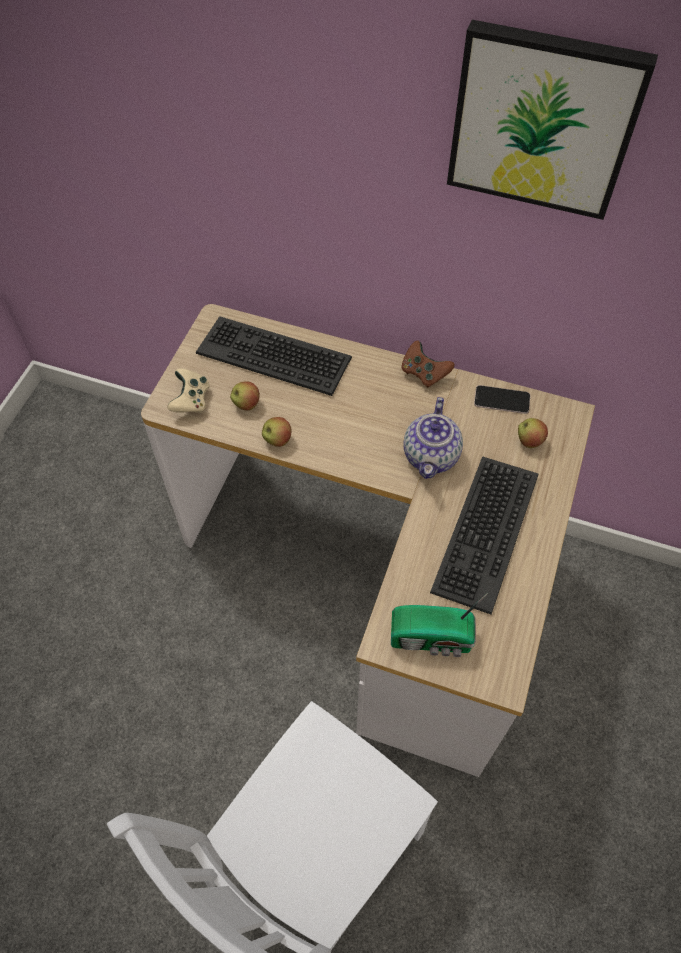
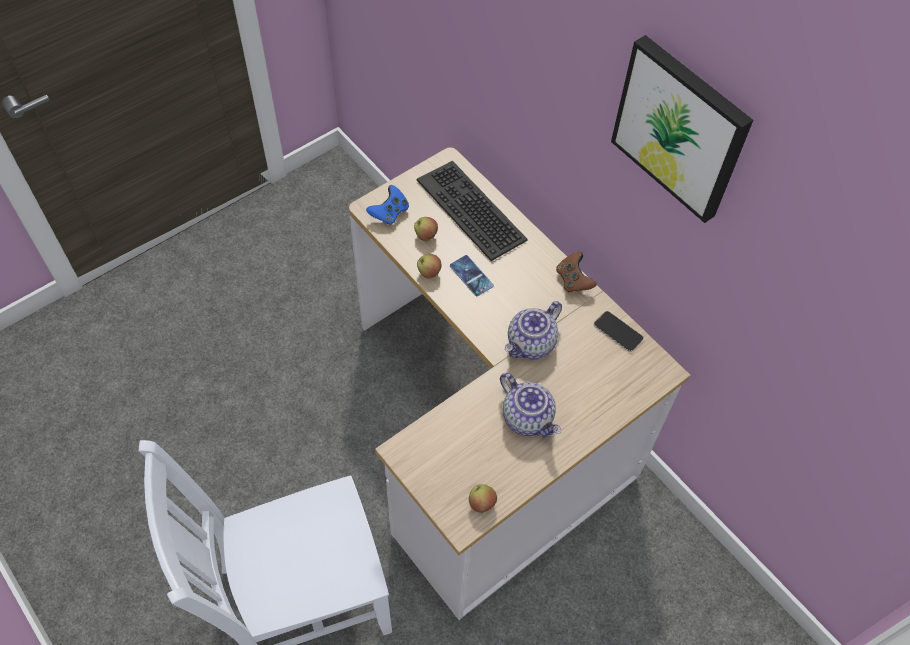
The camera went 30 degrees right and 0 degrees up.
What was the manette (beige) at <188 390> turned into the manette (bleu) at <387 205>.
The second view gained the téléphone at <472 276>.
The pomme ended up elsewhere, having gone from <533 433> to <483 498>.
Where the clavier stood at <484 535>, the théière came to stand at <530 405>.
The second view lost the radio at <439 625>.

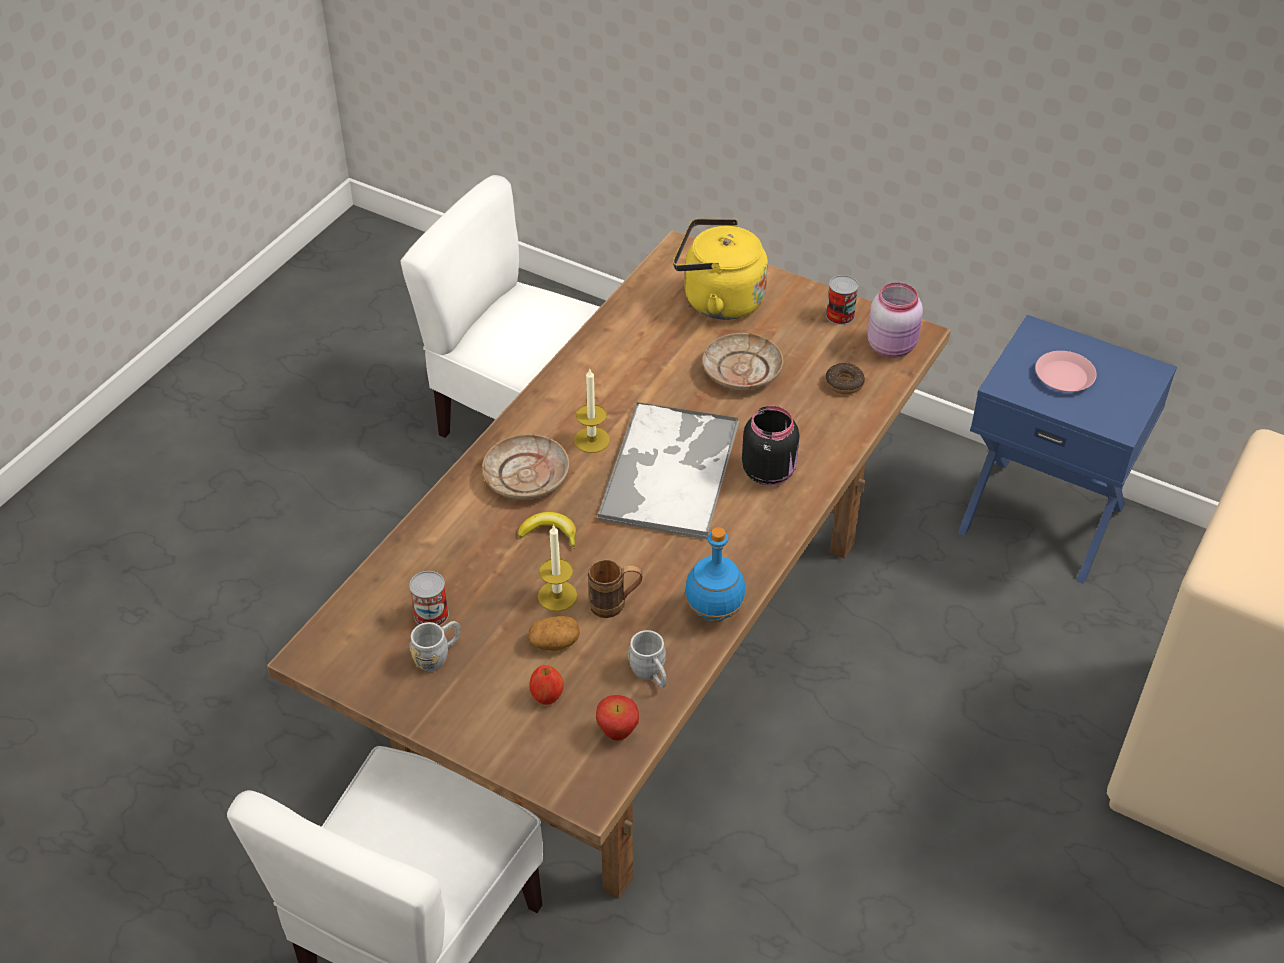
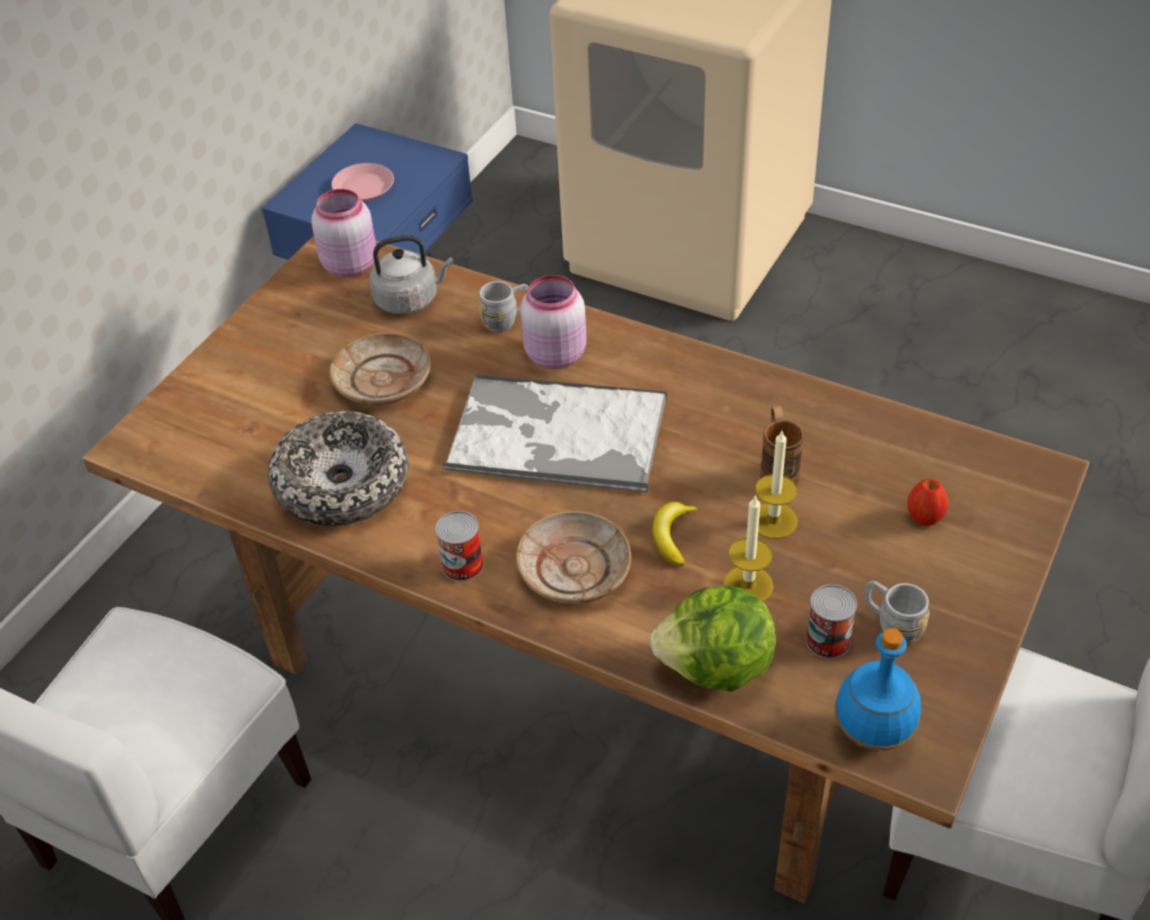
The camera went 90 degrees left and 0 degrees up.
The second view gained the bol at <338 468>.
Where the beignet stood at <845 378>, the bouilloire (gris) came to stand at <411 274>.
The boîte métallique ended up elsewhere, having gone from <842 300> to <459 546>.
The mug (gris) ended up elsewhere, having gone from <647 659> to <503 306>.
What was the bocal (noir) at <770 446> turned into the bocal (rose) at <553 322>.
The second view gained the laitue at <713 638>.
The bougie ended up elsewhere, having gone from <592 411> to <748 548>.
The bouteille (bleu) ended up elsewhere, having gone from <715 574> to <878 690>.
The second view lost the pomme de terre at <554 633>.
The second view lost the pomme at <617 718>.
The second view lost the bouilloire (jaune) at <720 269>.

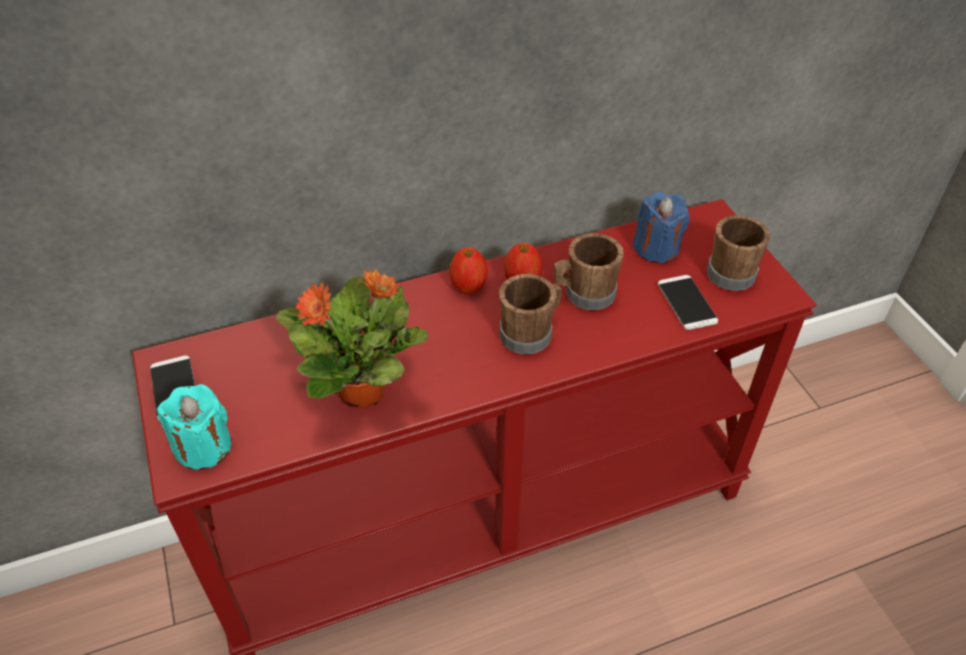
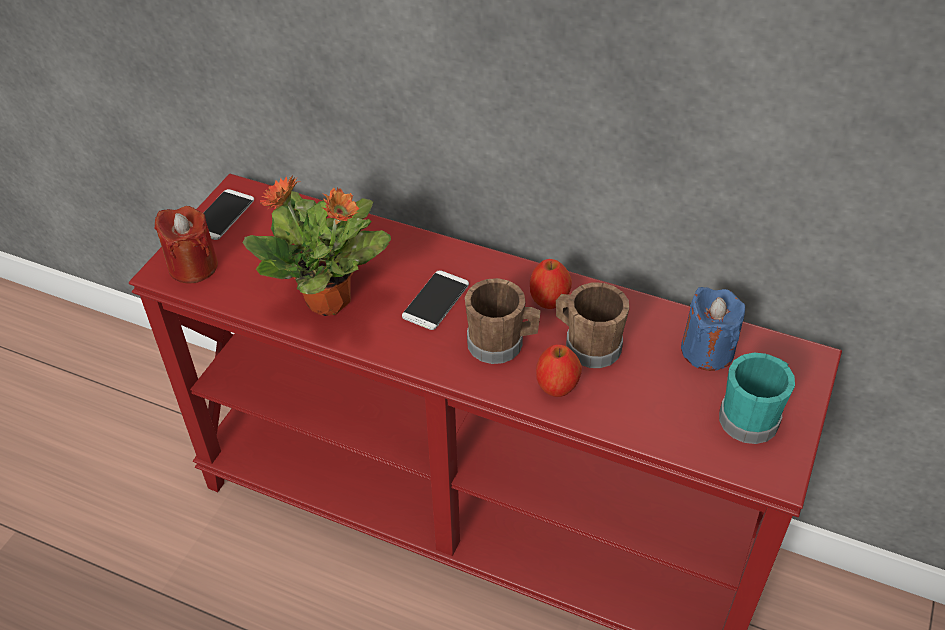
The camera went 45 degrees right and 0 degrees up.
What was the bougie (turquoise) at <194 427> turned into the bougie (rouge) at <186 244>.
The téléphone ended up elsewhere, having gone from <688 302> to <435 300>.
The pomme ended up elsewhere, having gone from <468 270> to <559 371>.
What was the mug (marron) at <738 253> turned into the mug (turquoise) at <757 398>.

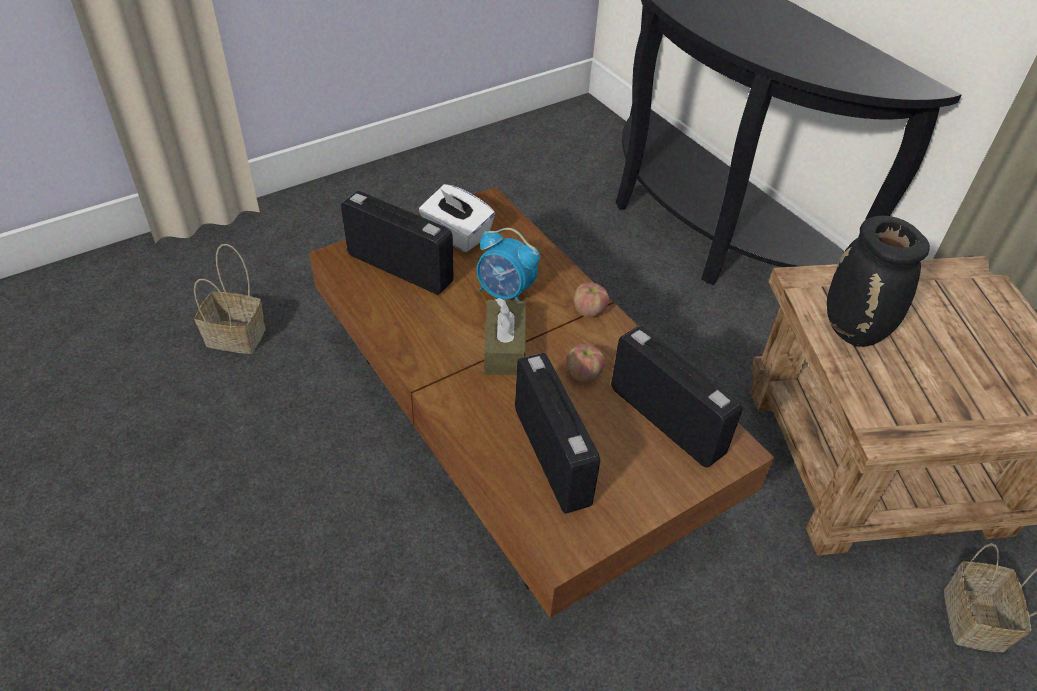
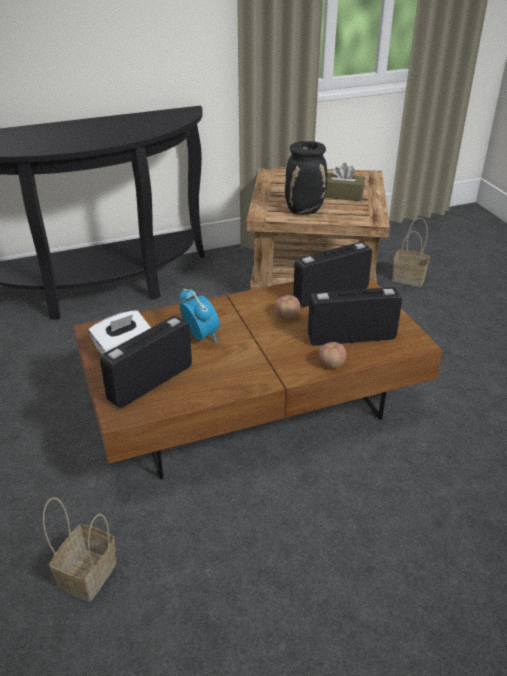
The camera went 75 degrees left and 10 degrees down.
The réveil at <508 264> ended up facing another way, 75 degrees counterclockwise from before.
The pomme ended up elsewhere, having gone from <591 300> to <332 355>.
The boîte à mouchoirs (marron) ended up elsewhere, having gone from <505 336> to <345 182>.

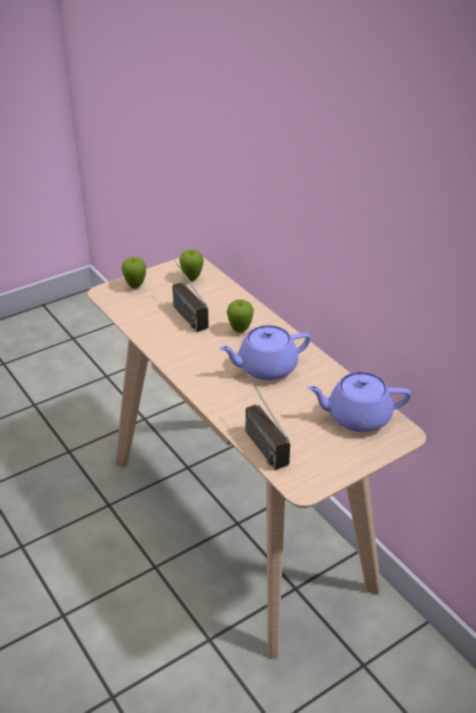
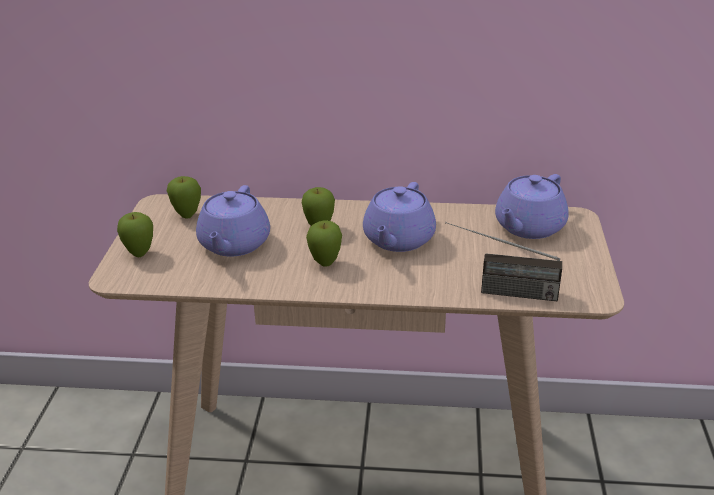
The camera went 50 degrees left and 5 degrees down.
Where the radio stood at <188 292>, the théière (violet) came to stand at <233 221>.
The second view gained the pomme at <324 243>.

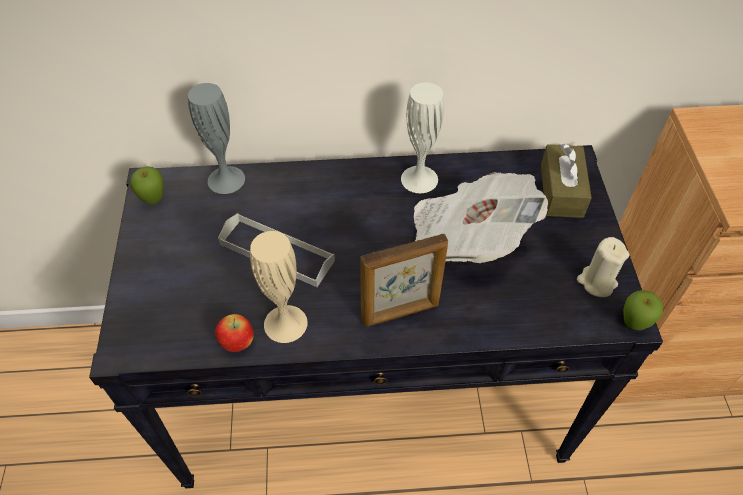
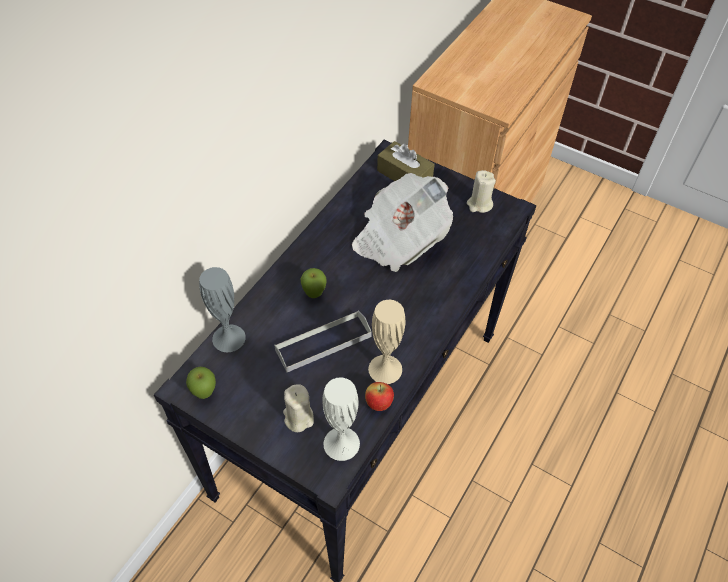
The camera went 55 degrees left and 0 degrees up.
The second view gained the bougie (beige) at <298 408>.
The pomme ended up elsewhere, having gone from <643 310> to <314 283>.
The vase (blanc) ended up elsewhere, having gone from <422 137> to <341 419>.
The second view lost the cadre photo at <404 280>.

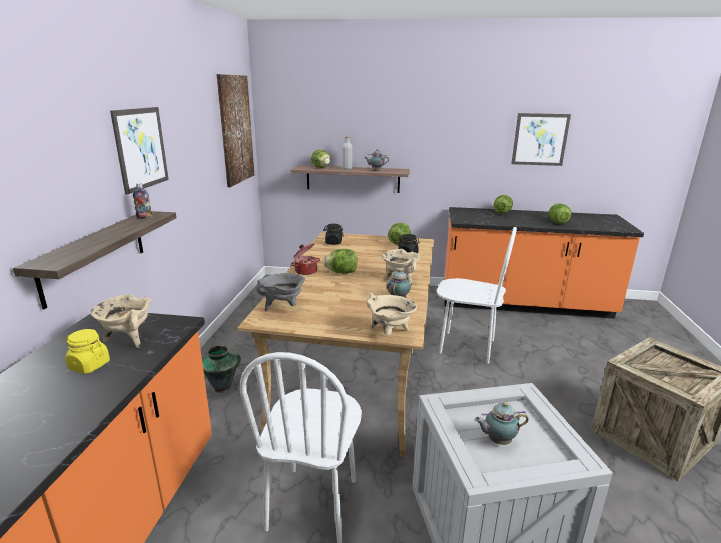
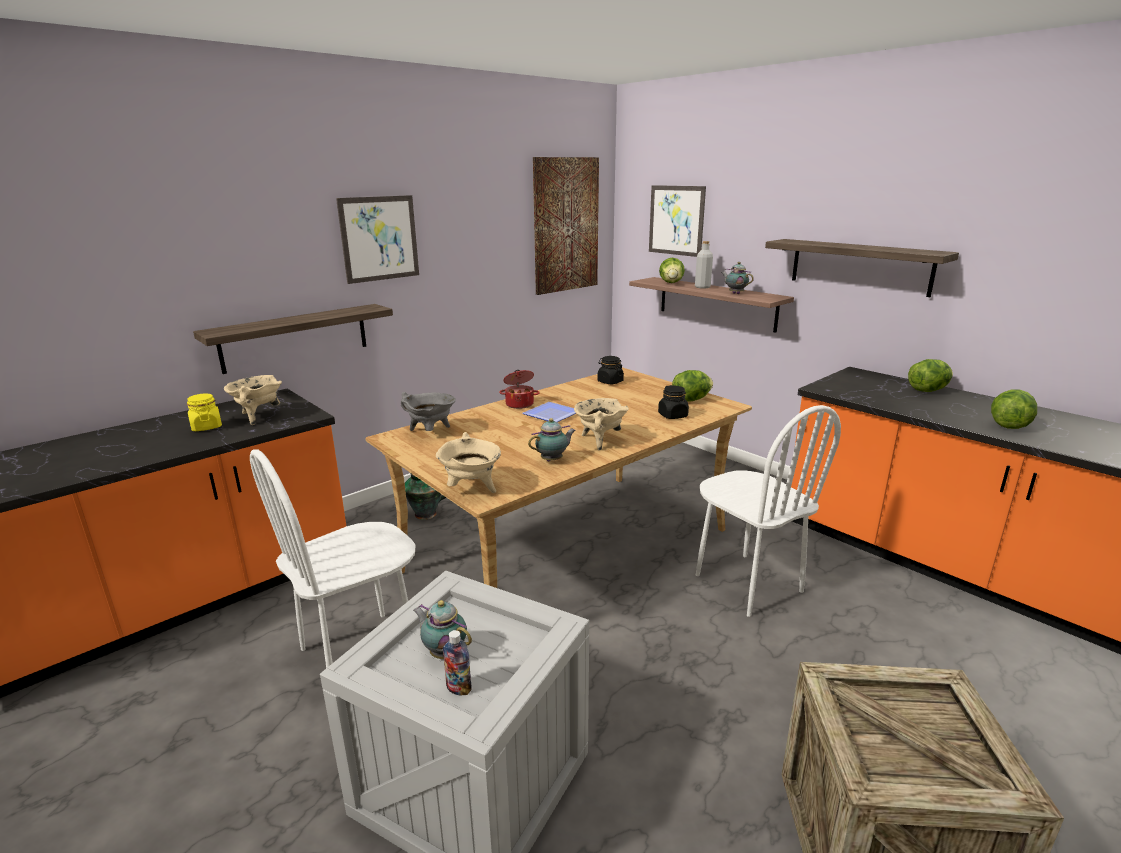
The camera went 40 degrees right and 0 degrees up.
The bouteille ended up elsewhere, having gone from <142 201> to <457 662>.
Where the laitue stood at <340 261>, the assiette came to stand at <549 412>.
The tableau ended up elsewhere, having gone from <541 139> to <677 221>.
The second view gained the étagère at <862 268>.

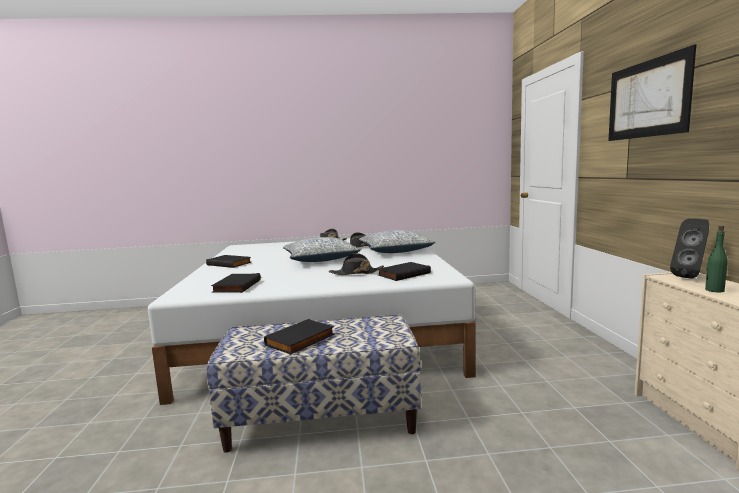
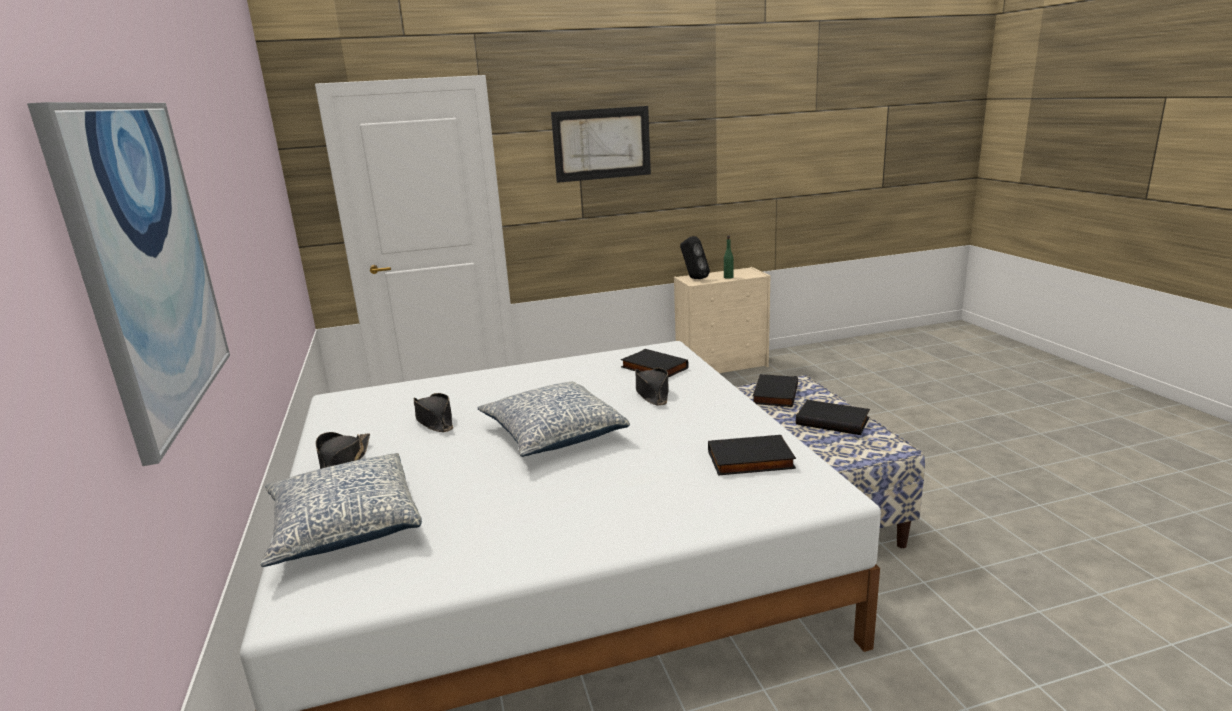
The camera went 100 degrees left and 10 degrees up.
The second view gained the tableau at <128 284>.
The coussin ended up elsewhere, having gone from <397 241> to <341 510>.
The livre (noir) ended up elsewhere, having gone from <228 261> to <775 390>.

